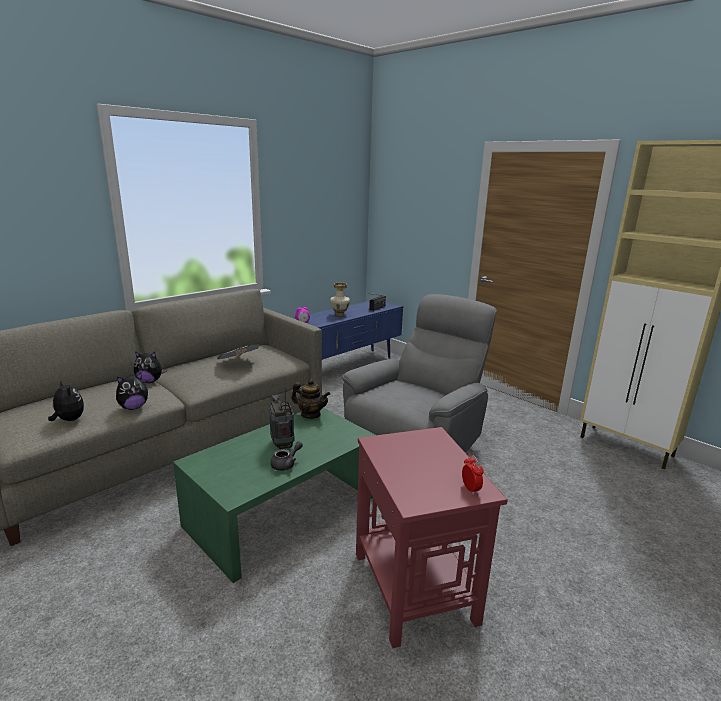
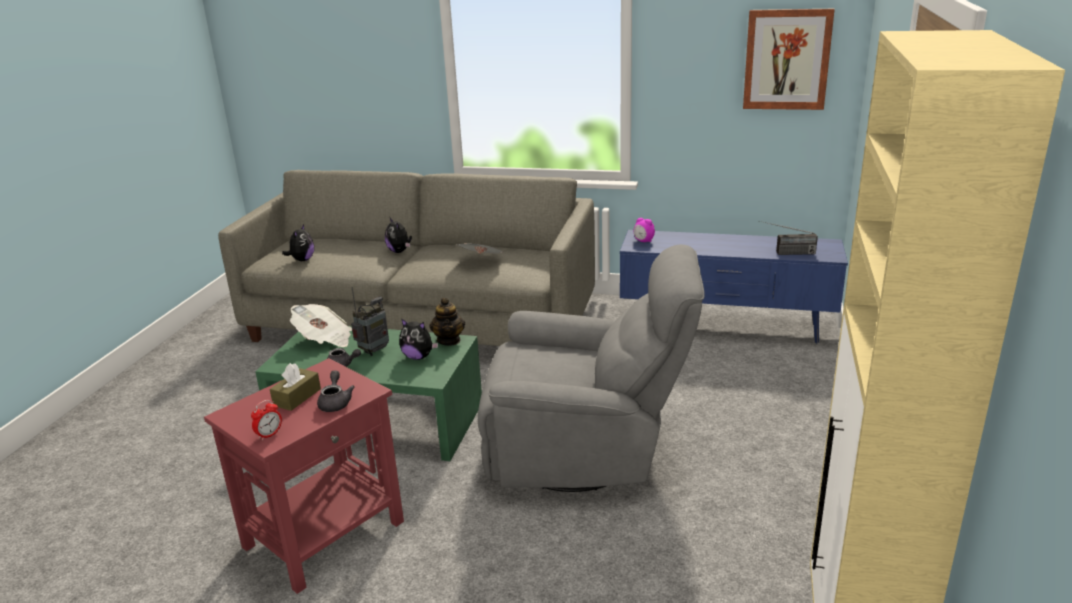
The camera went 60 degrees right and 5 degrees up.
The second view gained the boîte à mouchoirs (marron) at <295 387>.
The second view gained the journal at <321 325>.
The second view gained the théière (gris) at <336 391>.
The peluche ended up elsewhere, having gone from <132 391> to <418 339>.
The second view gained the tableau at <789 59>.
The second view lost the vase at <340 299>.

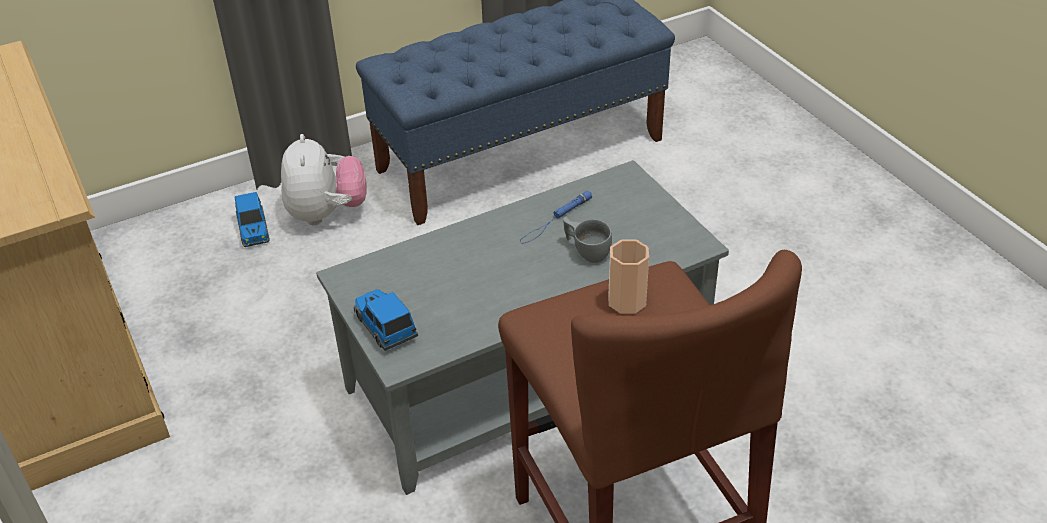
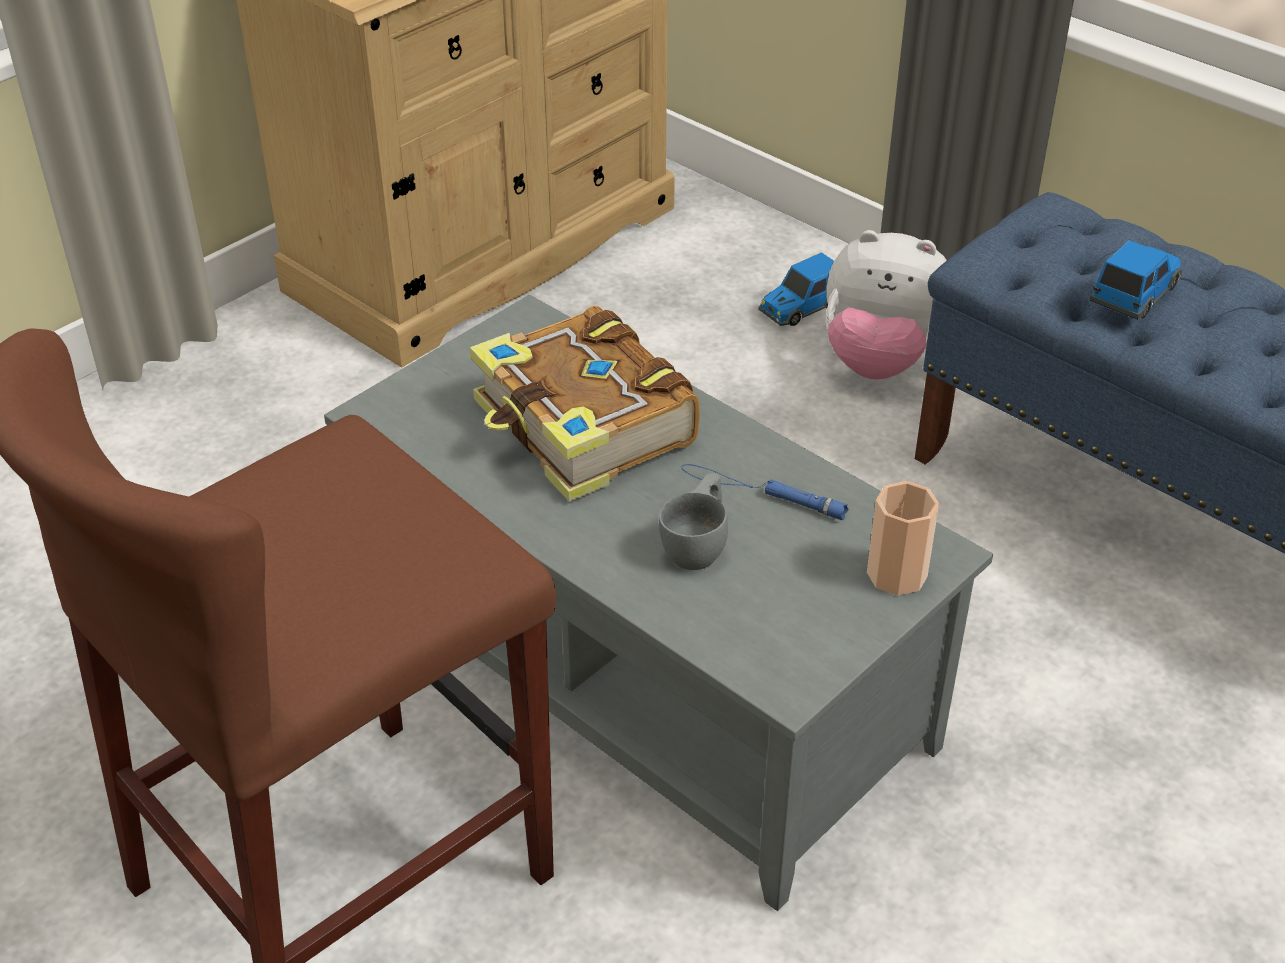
The camera went 70 degrees right and 0 degrees up.
The second view gained the livre at <585 404>.
The peluche at <324 179> ended up facing another way, 45 degrees clockwise from before.
The tasse ended up elsewhere, having gone from <628 276> to <903 538>.
The petite voiture ended up elsewhere, having gone from <385 320> to <1136 280>.

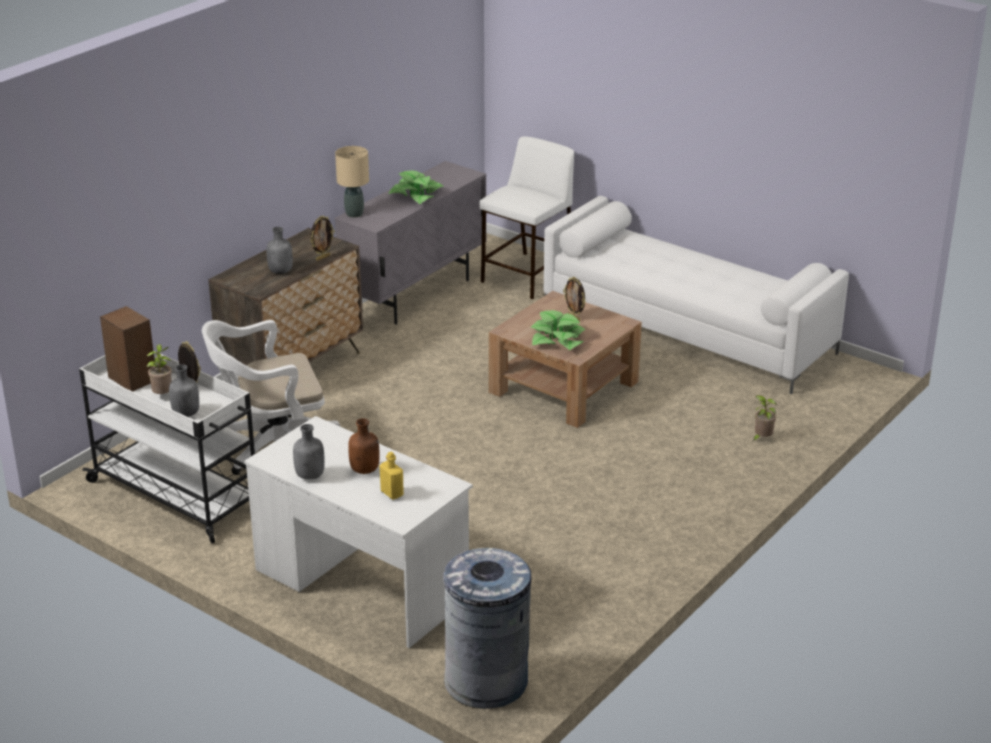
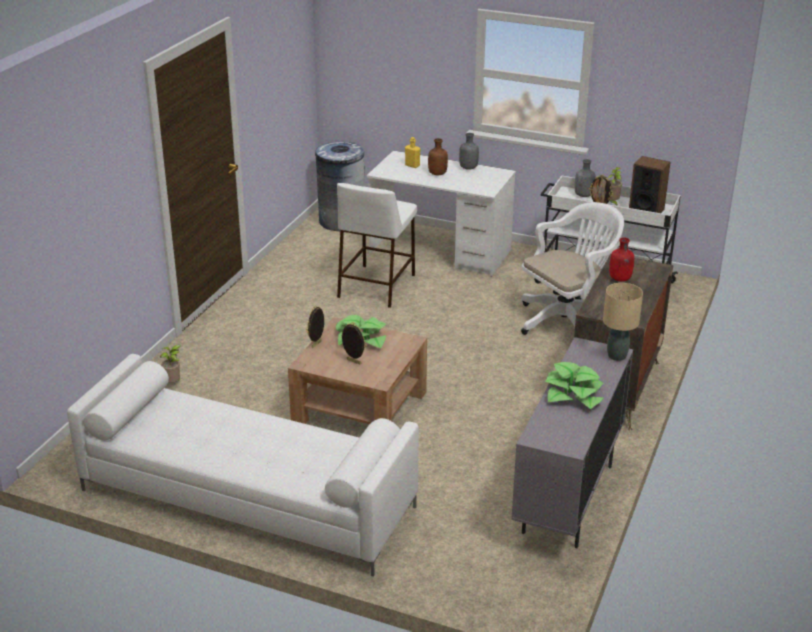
The camera went 165 degrees right and 0 degrees up.
The cadre photo ended up elsewhere, having gone from <322 238> to <315 327>.
The tabouret (blanc) ended up elsewhere, having gone from <526 217> to <377 245>.
What was the bouteille (gris) at <279 250> turned into the bouteille (rouge) at <621 259>.

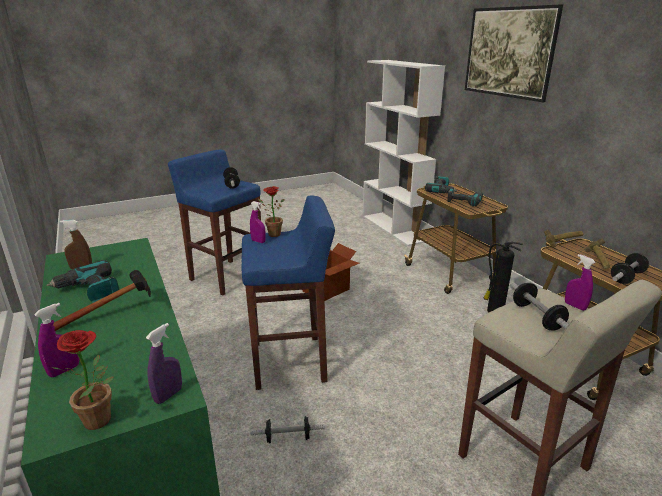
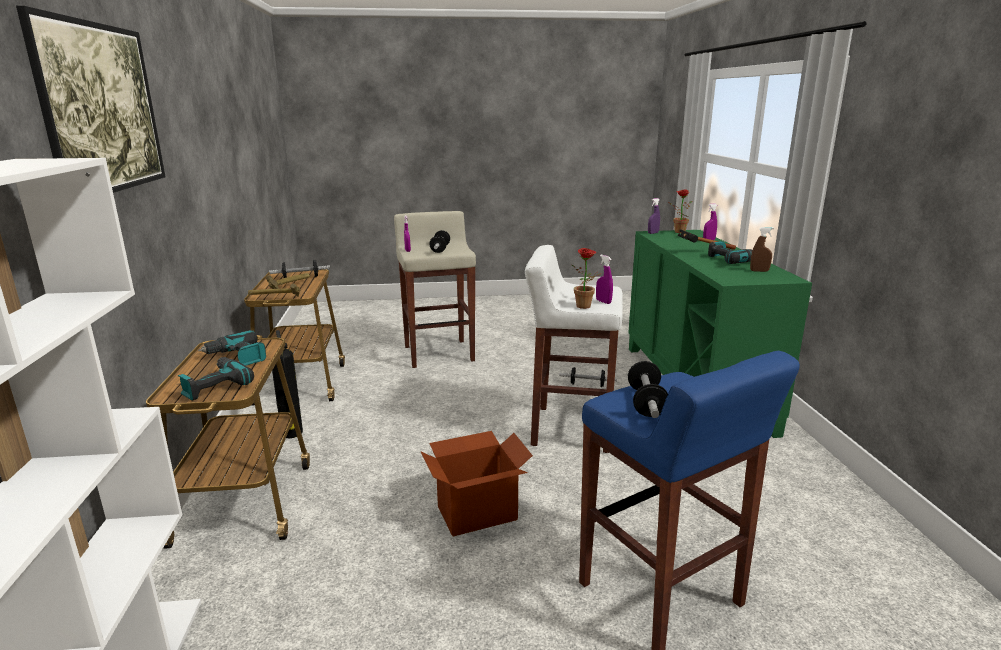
The camera went 160 degrees left and 5 degrees down.
What was the tabouret (bleu) at <288 292> turned into the tabouret (blanc) at <574 349>.

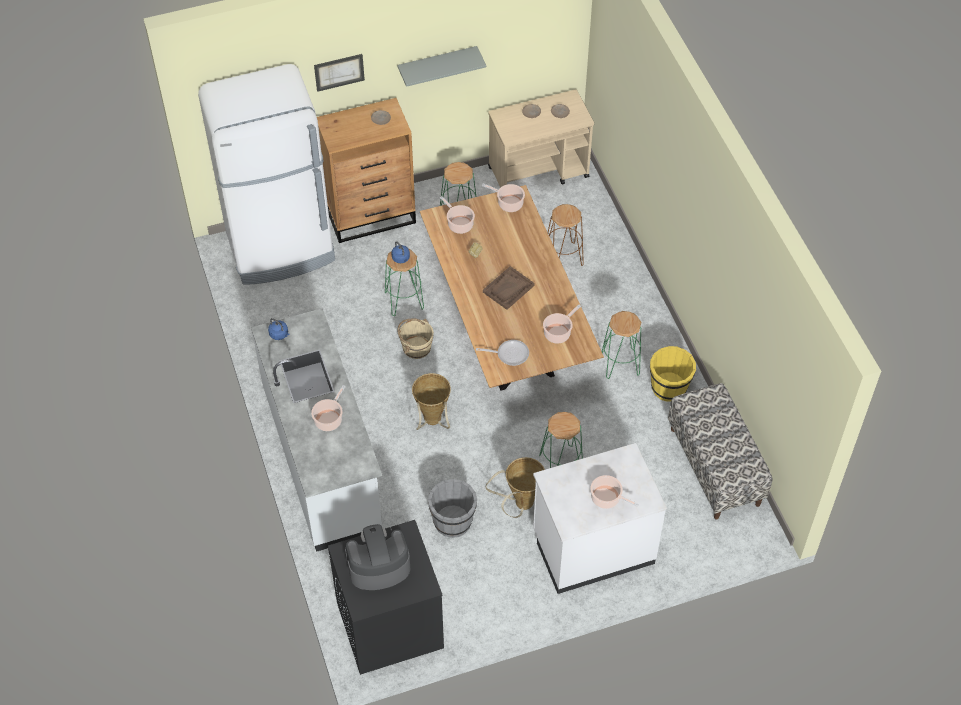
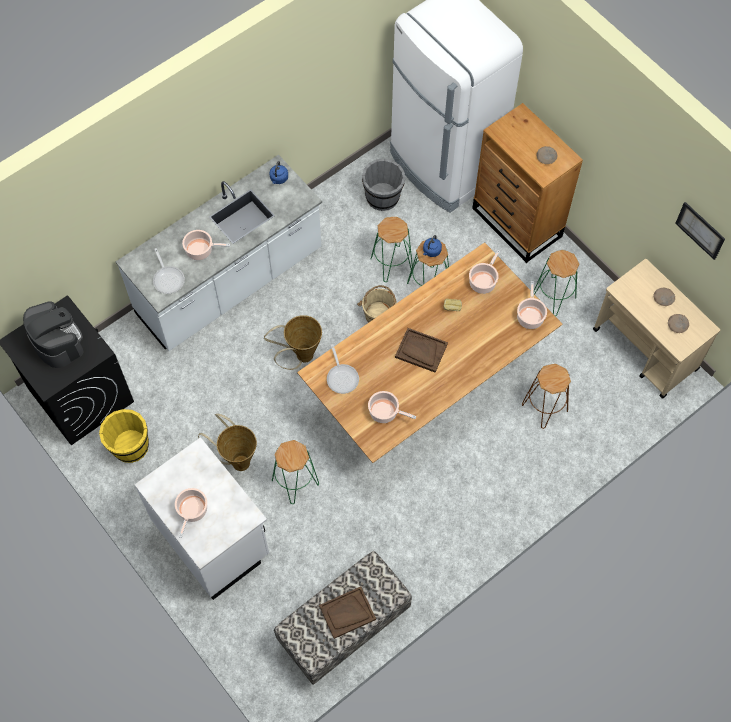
The camera went 70 degrees right and 10 degrees up.
The seau (jaune) ended up elsewhere, having gone from <673 374> to <124 436>.
The second view gained the poêle at <169 271>.
The second view gained the plateau (marron) at <347 613>.
The seau (gris) ended up elsewhere, having gone from <452 508> to <383 184>.
The tabouret (vert) ended up elsewhere, having gone from <622 345> to <392 249>.
The tableau ended up elsewhere, having gone from <339 73> to <700 231>.
The second view lost the étagère (gris) at <441 66>.

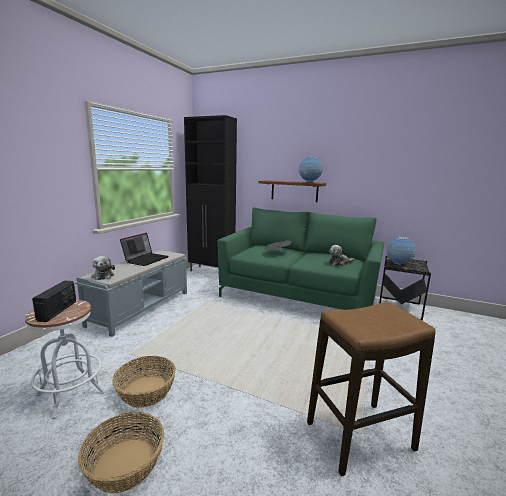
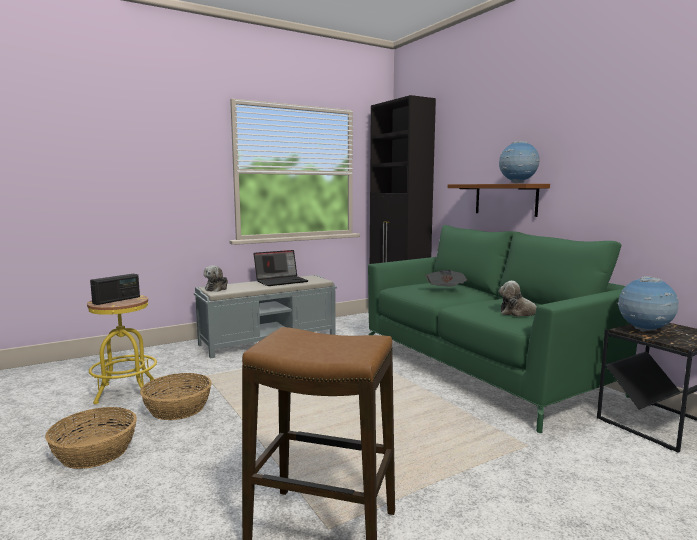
The camera went 35 degrees right and 5 degrees down.
What was the tabouret (blanc) at <65 359> turned into the tabouret (jaune) at <122 349>.

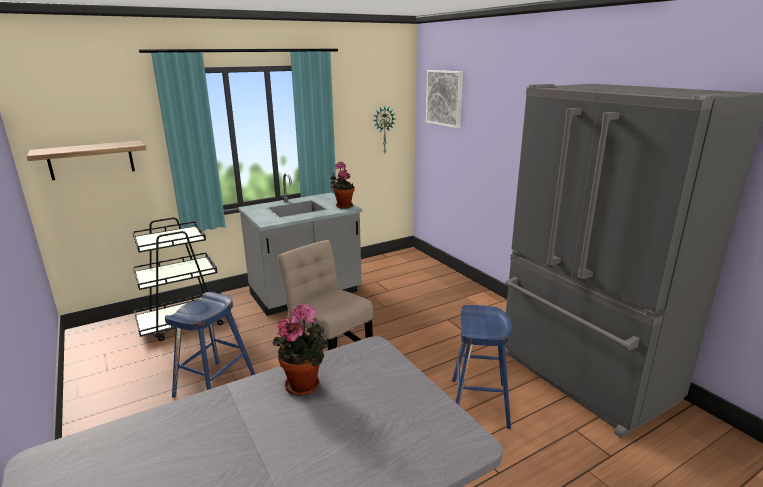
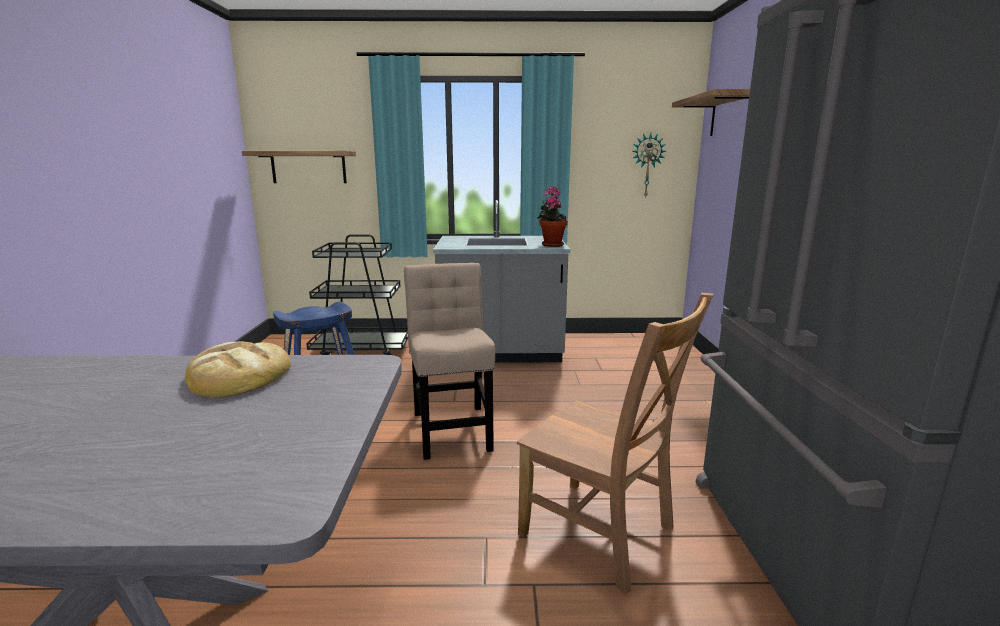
The camera went 30 degrees right and 5 degrees down.
Where the plante en pot stood at <300 349>, the pain came to stand at <238 370>.
Where the tabouret (bleu) stood at <482 367>, the chaise (marron) came to stand at <615 443>.
Where the tableau hung at <444 99>, the étagère came to hang at <711 112>.

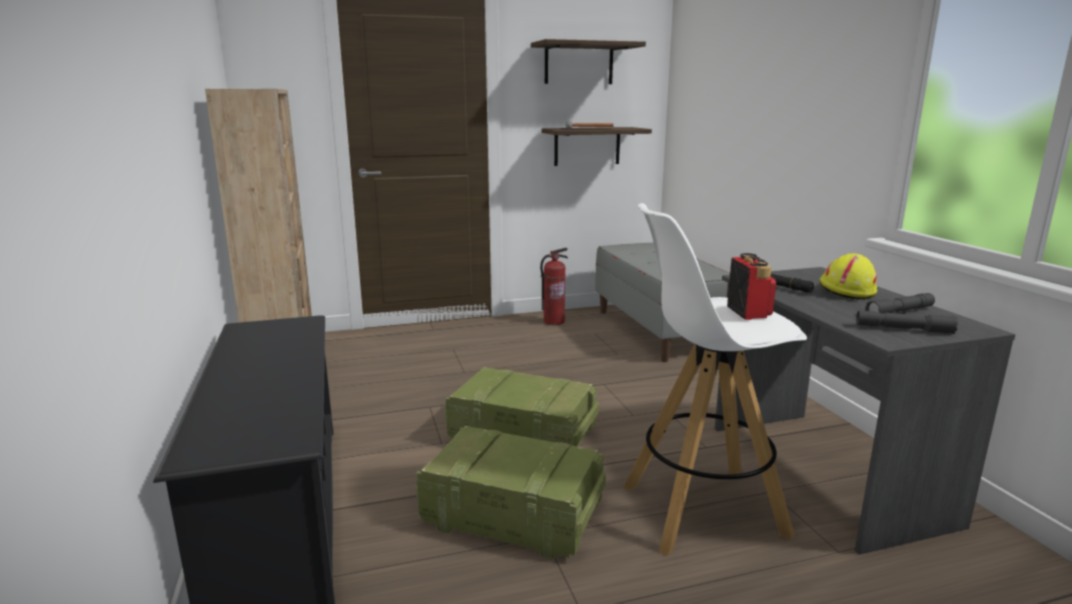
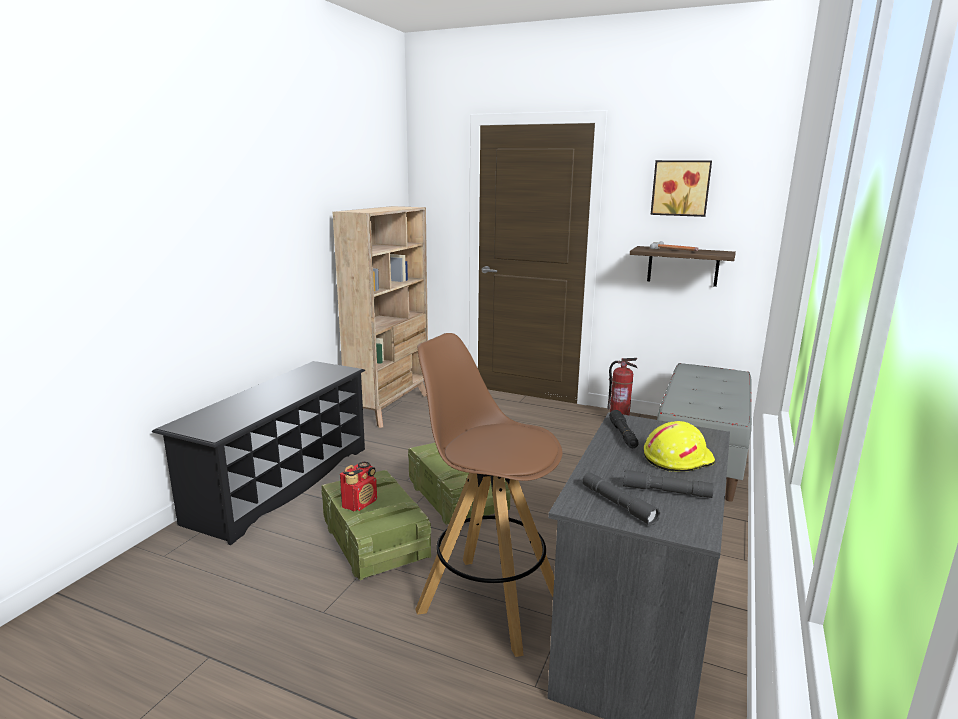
The camera went 40 degrees right and 0 degrees up.
The radio ended up elsewhere, having gone from <751 286> to <358 487>.
What was the tabouret (blanc) at <715 379> turned into the tabouret (marron) at <488 495>.
Where the étagère hung at <588 61>, the tableau came to hang at <681 188>.

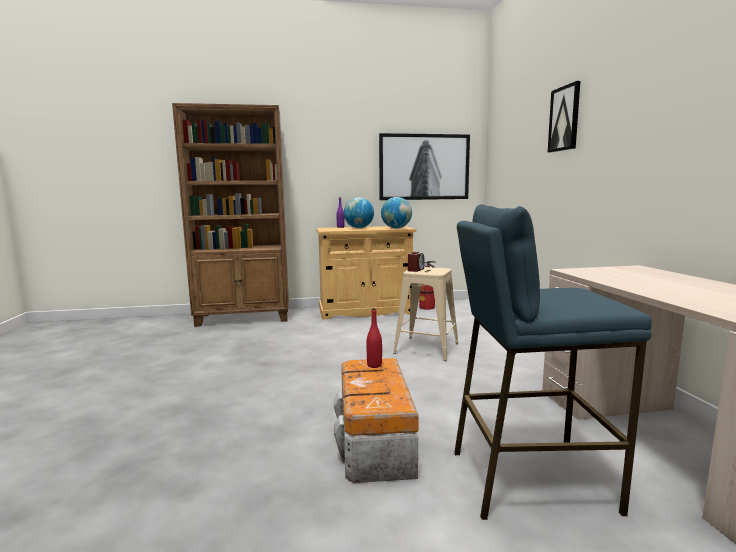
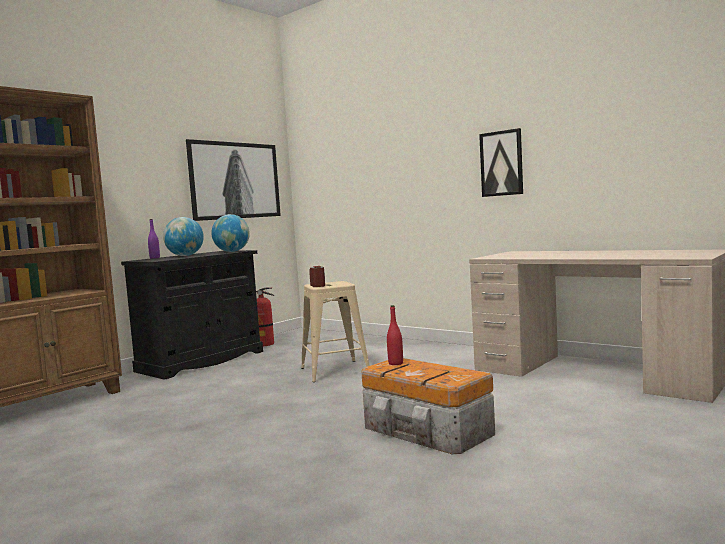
The camera went 40 degrees left and 5 degrees down.
What was the meuble de rangement (beige) at <366 272> turned into the meuble de rangement (noir) at <192 315>.
The tableau ended up elsewhere, having gone from <564 117> to <501 162>.
The second view lost the tabouret (bleu) at <553 362>.

